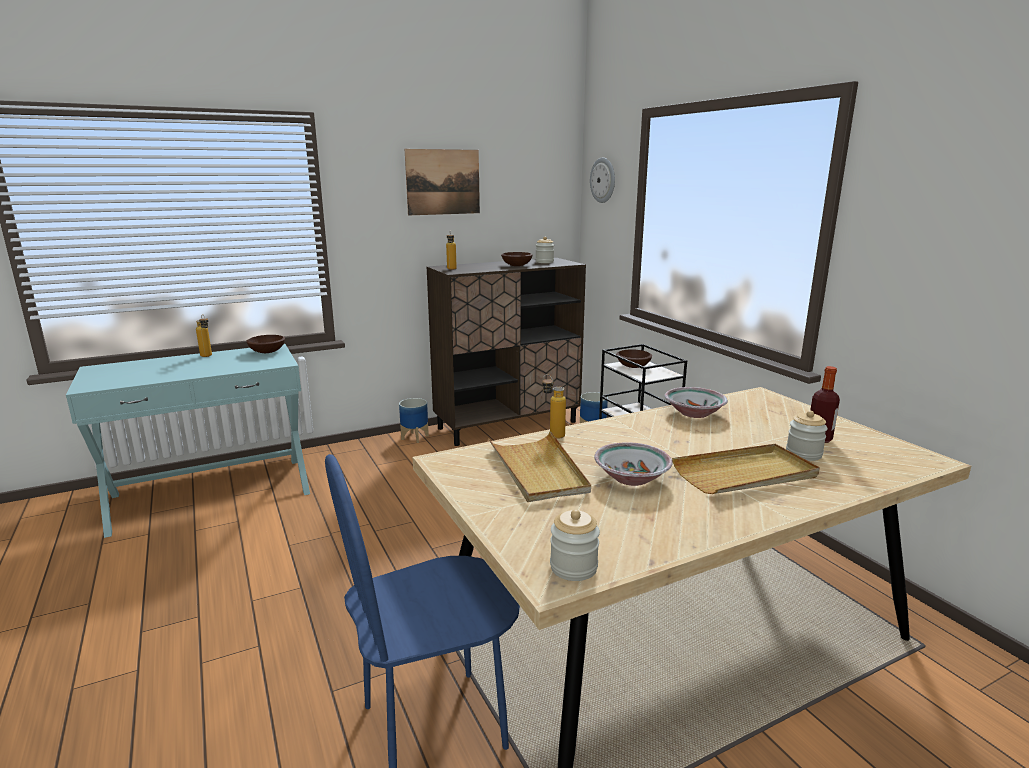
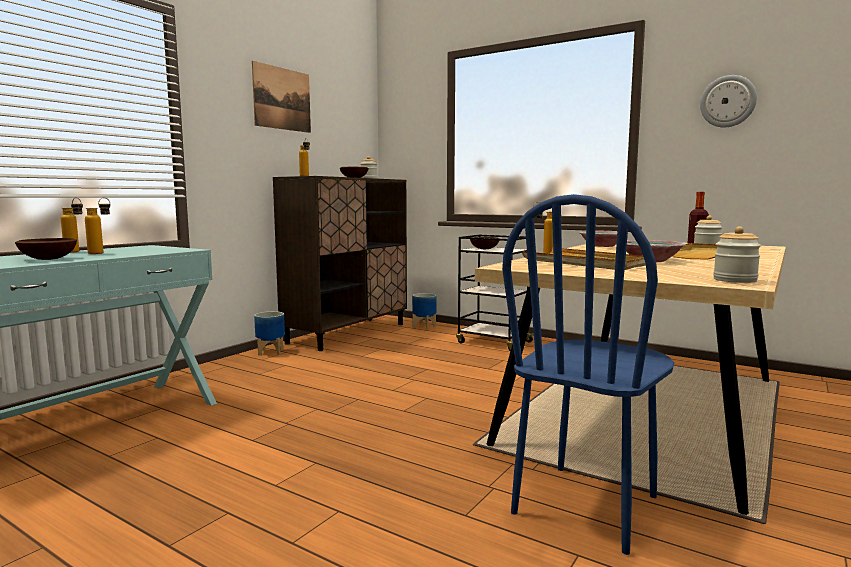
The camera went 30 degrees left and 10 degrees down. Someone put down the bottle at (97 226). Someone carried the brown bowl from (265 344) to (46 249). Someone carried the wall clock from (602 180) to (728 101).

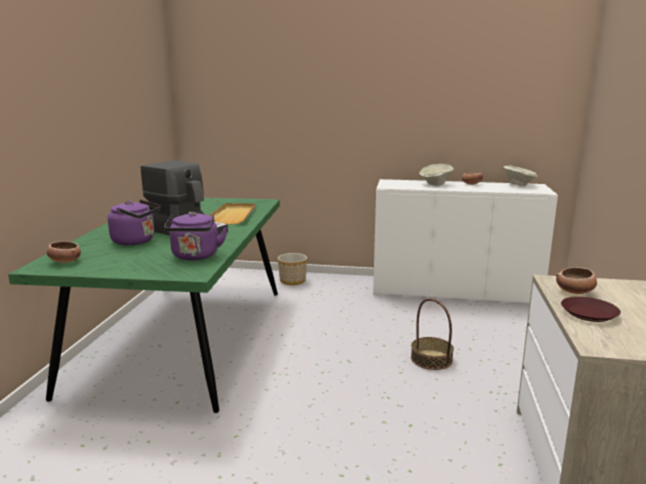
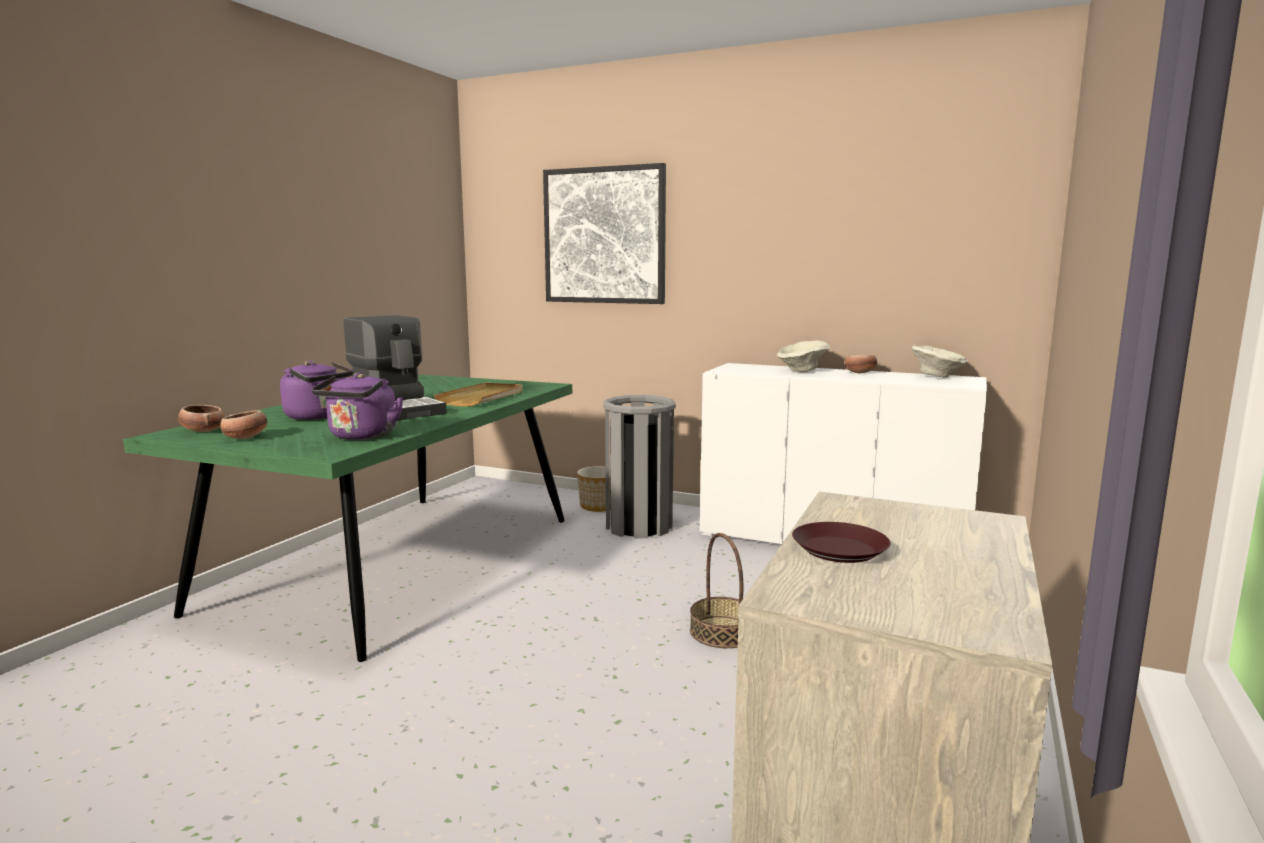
The camera went 15 degrees right and 5 degrees down. Someone put up the picture at (604 233). Someone put down the grey trash can at (639 466). Someone carried the bowl from (576 280) to (244 424).

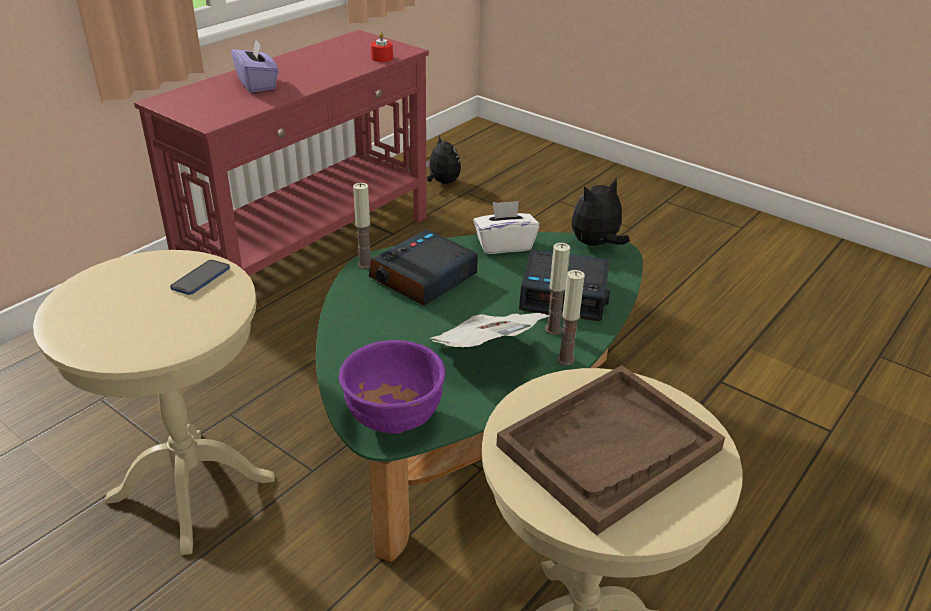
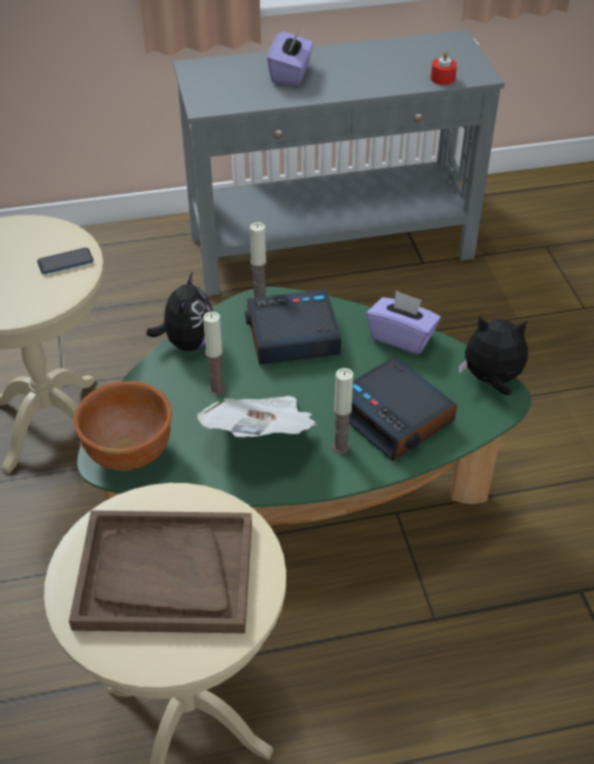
The camera went 40 degrees right and 10 degrees up. Someone carried the plush toy from (443 159) to (180 311). Someone carried the candle from (571 317) to (214 354). Someone repainted the red console table at (281 153), which became the grey console table at (339 163). Someone repainted the purple bowl at (392 387), which became the brown bowl at (122 426). Someone repainted the white tissue box at (506 227), which became the purple tissue box at (403 322).

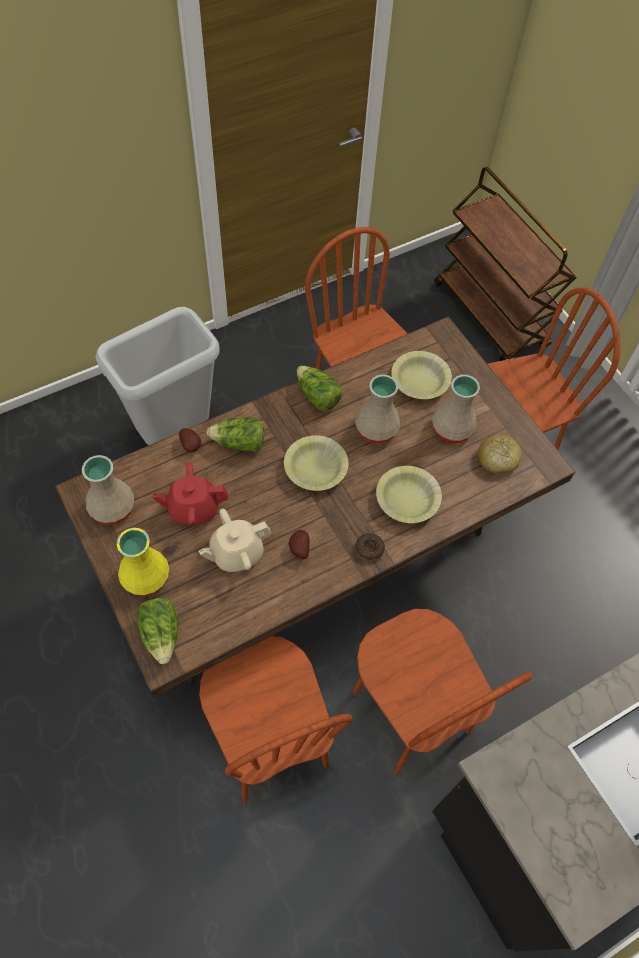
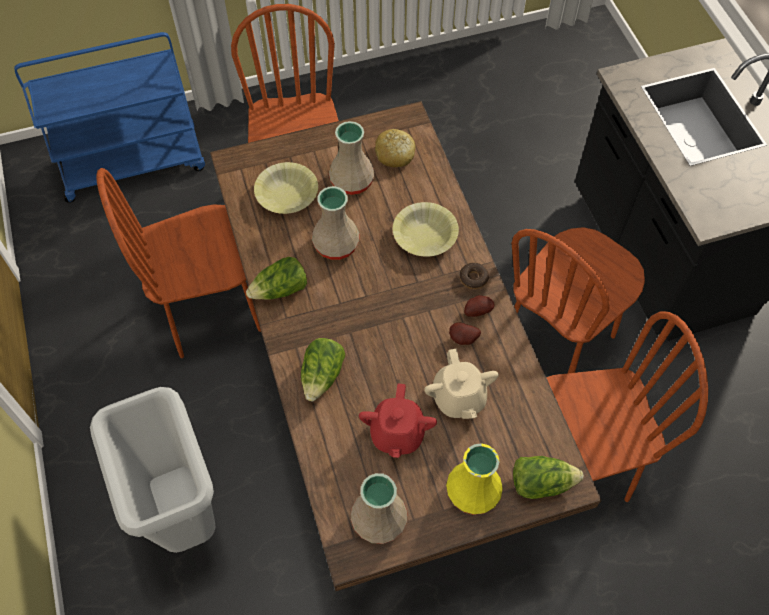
The camera went 75 degrees left and 0 degrees up. Someone took away the yellow bowl at (316 463). Someone carried the potato from (190 440) to (479 306). Someone repainted the brown cart at (505 264), which became the blue cart at (109 117). Someone rotated the brown chair at (442 692) by 150 degrees clockwise.

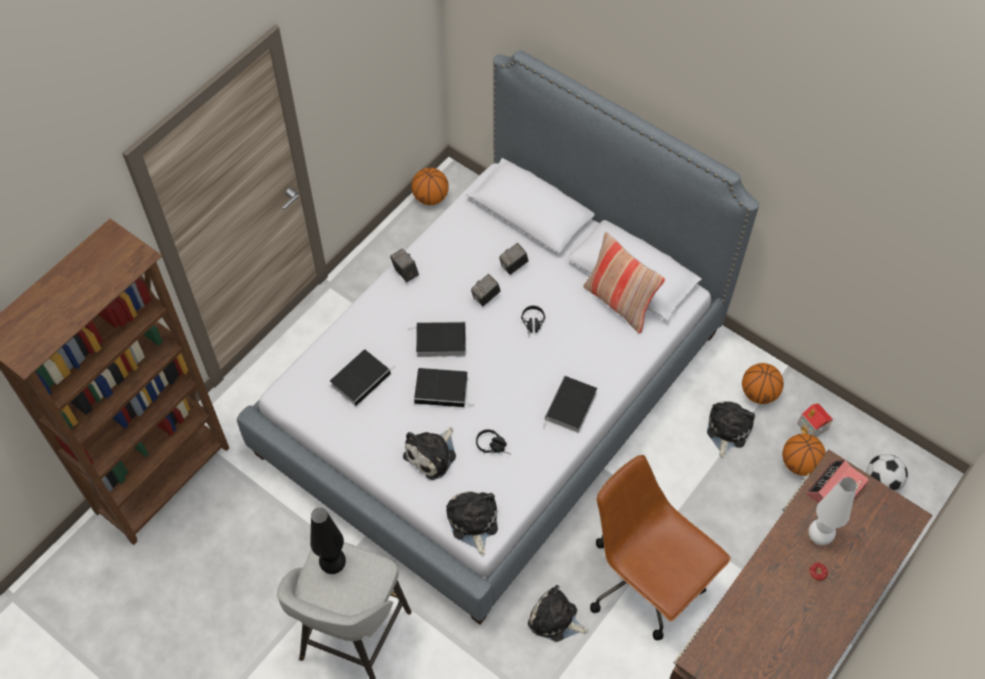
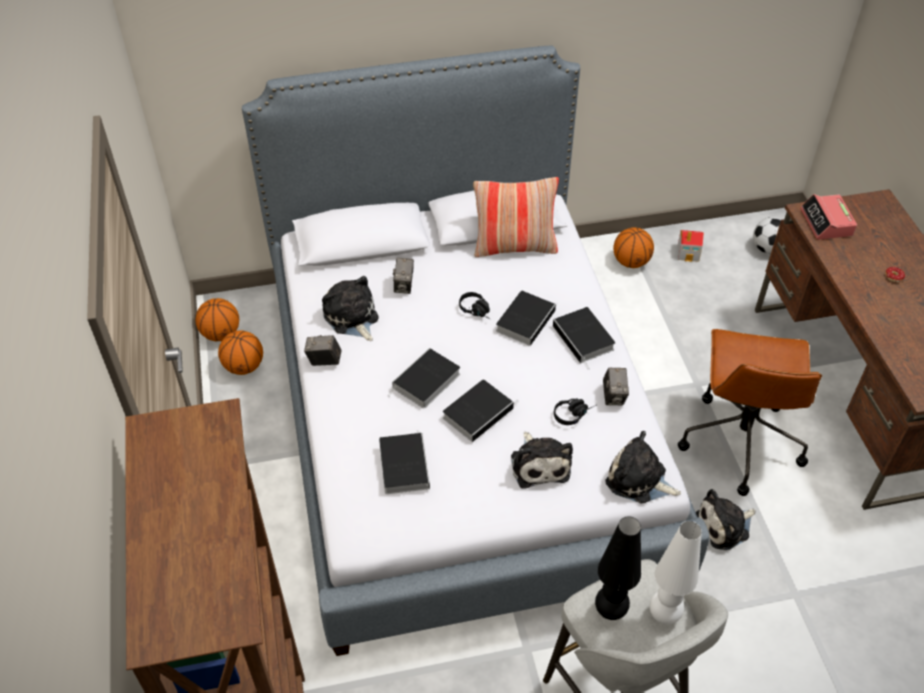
The camera went 50 degrees left and 10 degrees down. Someone put down the book at (527 318). Someone carried the photo camera from (485 290) to (616 386). Someone carried the plush toy from (731 429) to (350 308). Someone carried the basketball from (804 454) to (240 352). Someone carried the white table lamp from (832 511) to (675 572). Someone rotated the brown office chair at (660 547) by 75 degrees counterclockwise.

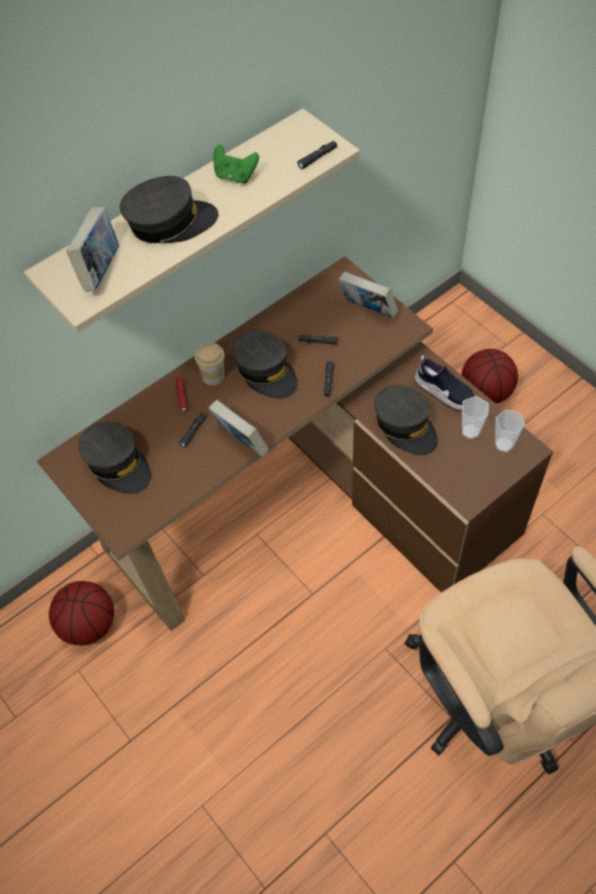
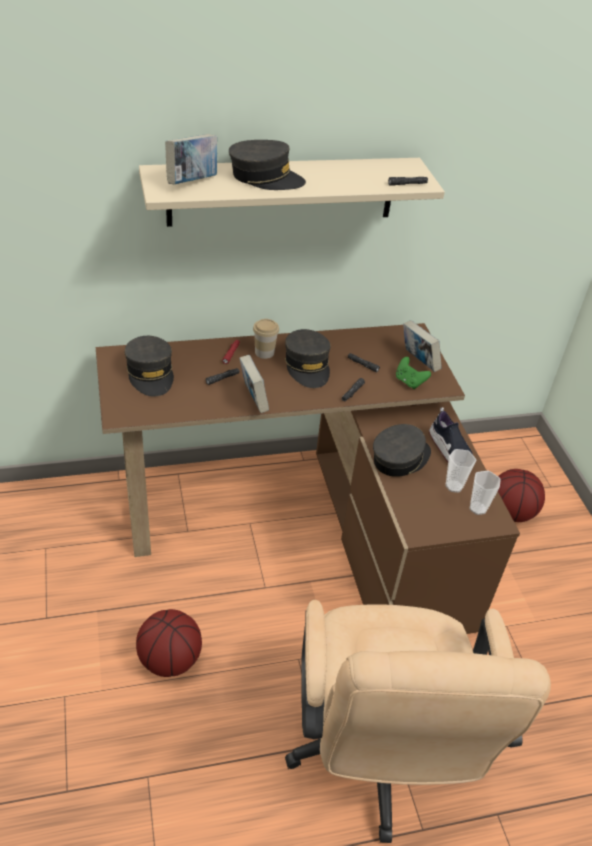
The camera went 20 degrees right and 15 degrees down. Someone carried the basketball from (81 613) to (169 643). Someone carried the green game controller from (236 164) to (413 373). Someone rotated the grey cap at (406 420) by 120 degrees counterclockwise.

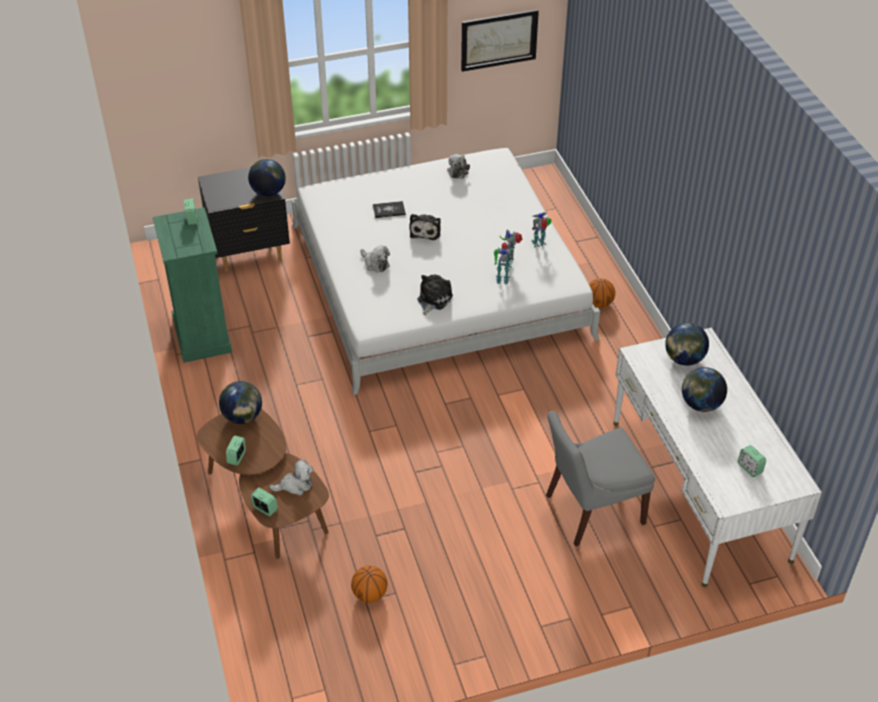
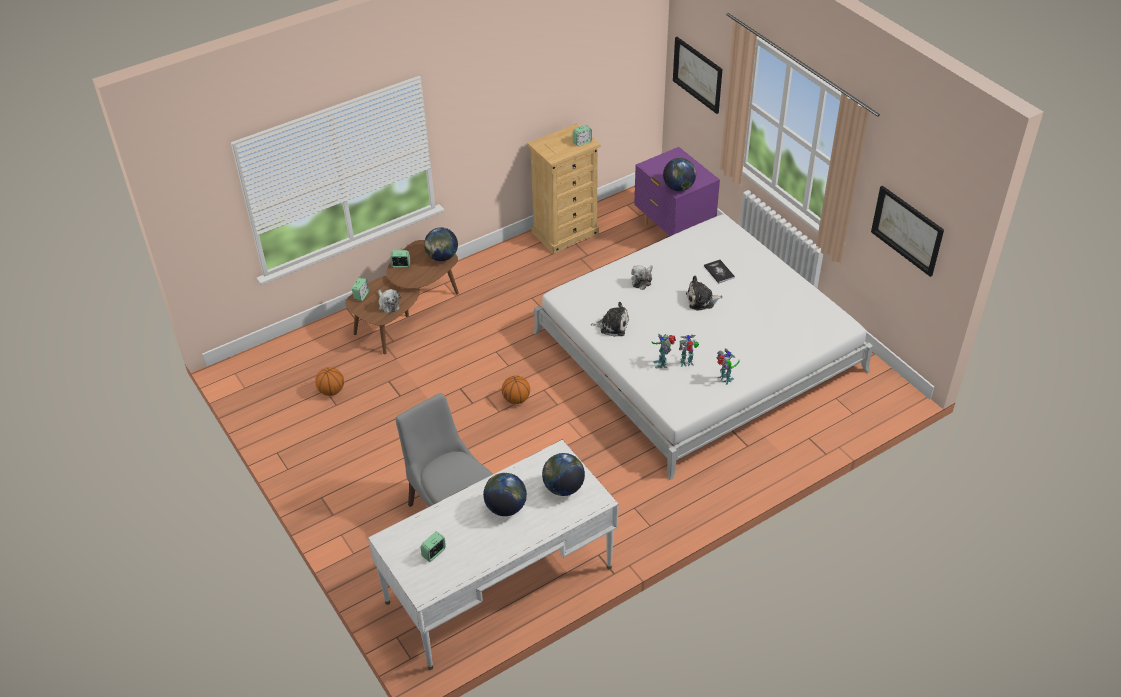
The camera went 75 degrees right and 0 degrees up. Someone took away the plush toy at (458 166). Someone put up the picture at (697 75). Someone carried the basketball from (602 293) to (516 389). Someone repainted the green dresser at (192 285), which became the beige dresser at (564 189). Someone repainted the black nightstand at (244 219), which became the purple nightstand at (677 191).

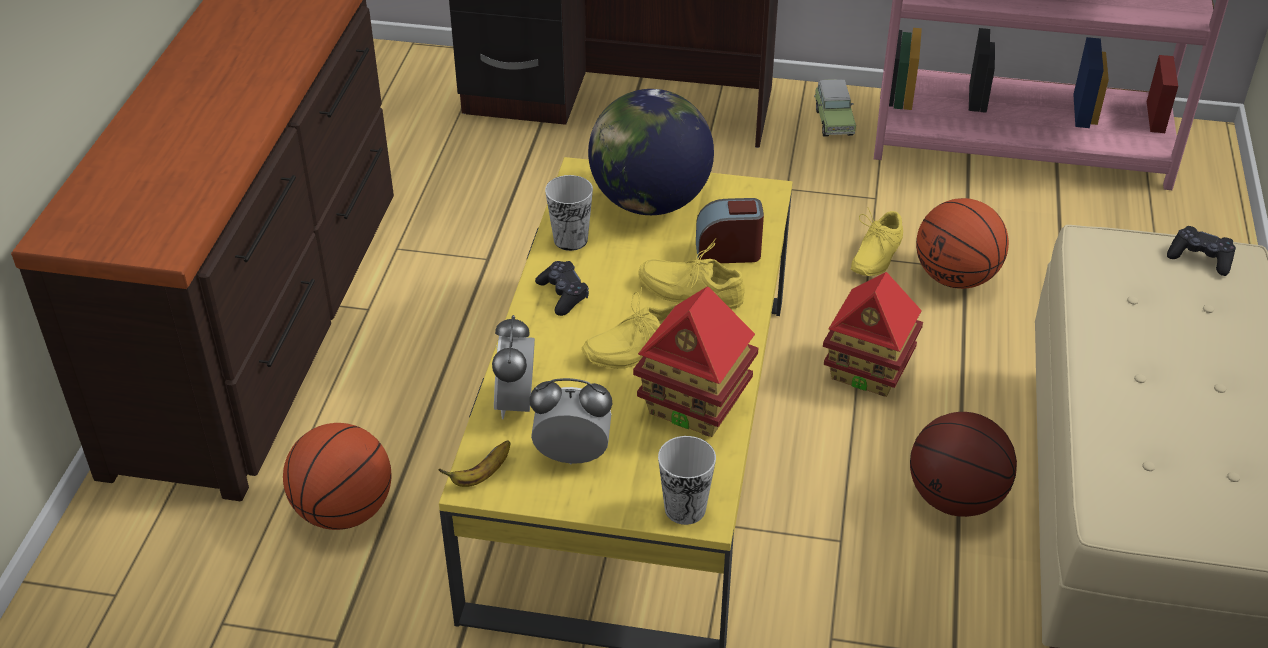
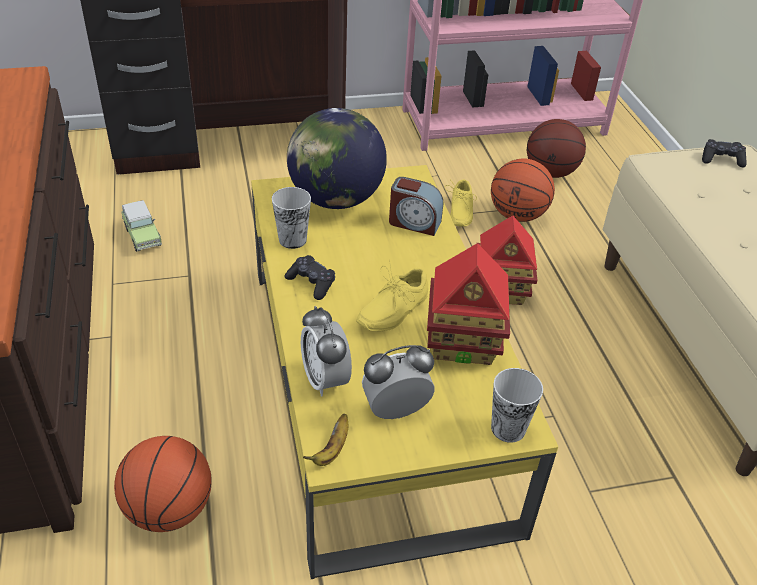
The camera went 25 degrees left and 0 degrees up. Someone took away the yellow shoe at (691 274). Someone carried the toy car from (835 108) to (142 226). Someone carried the basketball from (963 464) to (556 148). Someone rotated the alarm clock at (730 230) by 135 degrees counterclockwise.

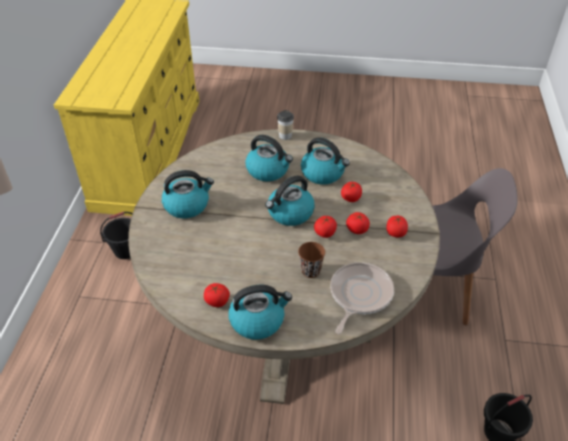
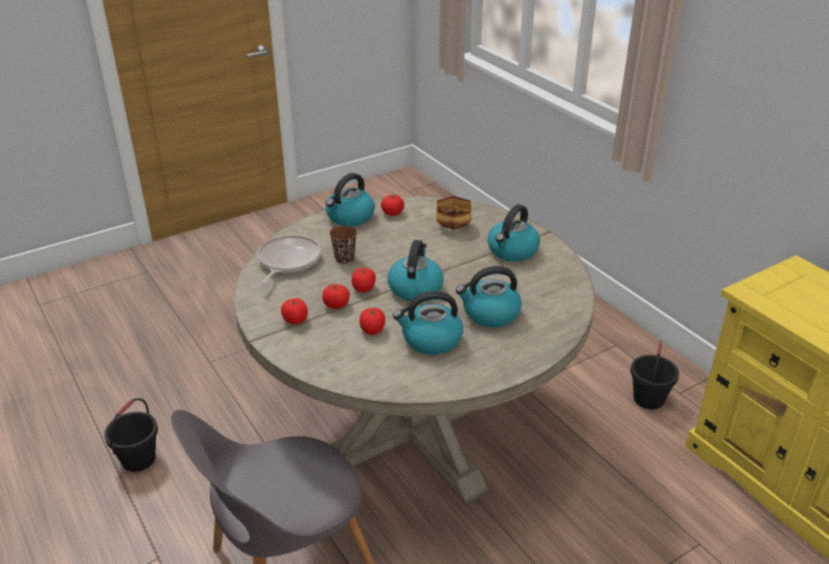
The camera went 140 degrees right and 10 degrees down. Someone took away the cup at (285 125). Someone put down the bowl at (454 213). Someone rotated the frying pan at (362 298) by 150 degrees counterclockwise.

